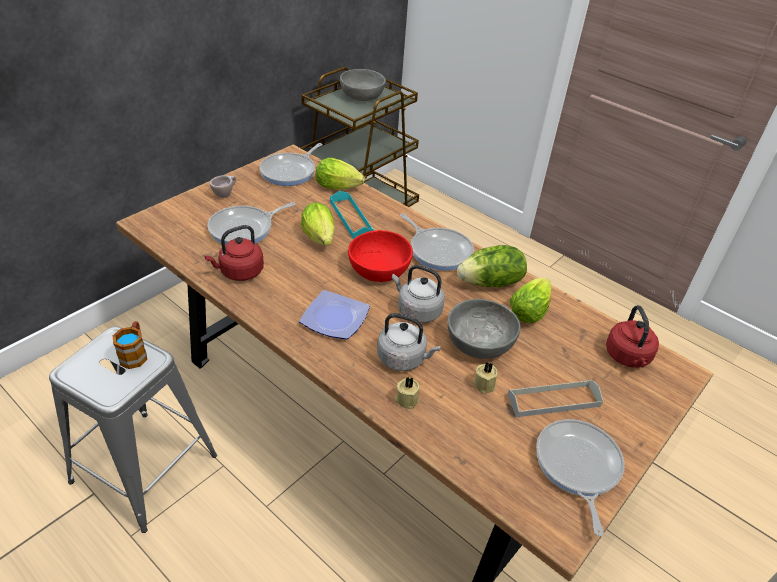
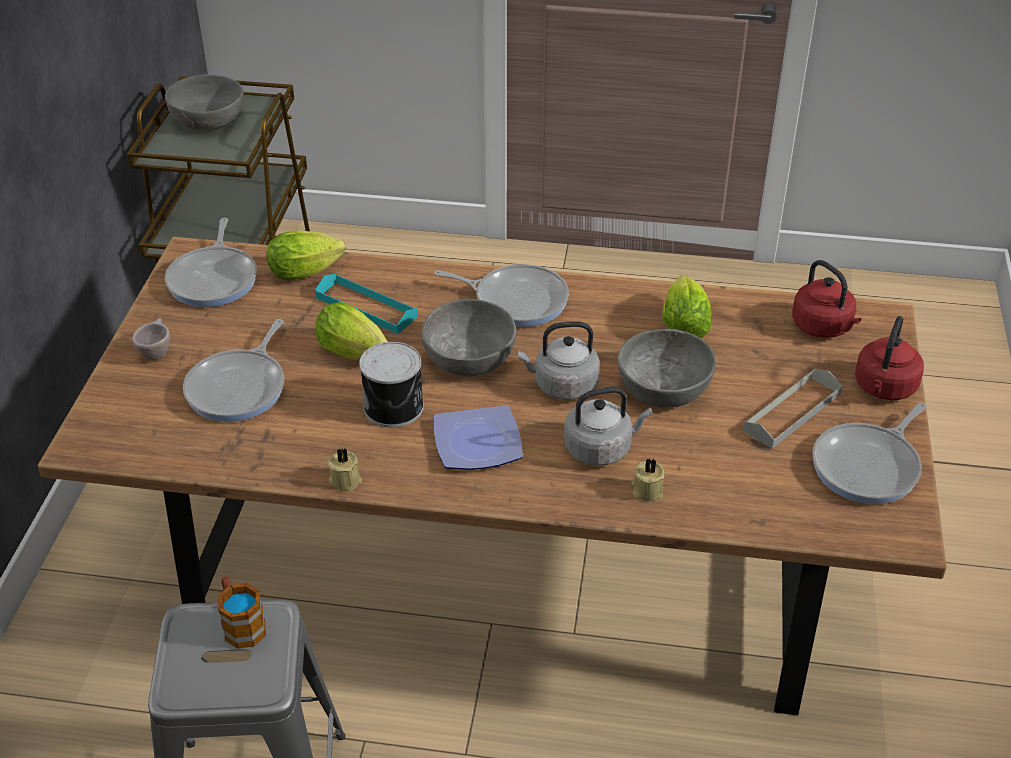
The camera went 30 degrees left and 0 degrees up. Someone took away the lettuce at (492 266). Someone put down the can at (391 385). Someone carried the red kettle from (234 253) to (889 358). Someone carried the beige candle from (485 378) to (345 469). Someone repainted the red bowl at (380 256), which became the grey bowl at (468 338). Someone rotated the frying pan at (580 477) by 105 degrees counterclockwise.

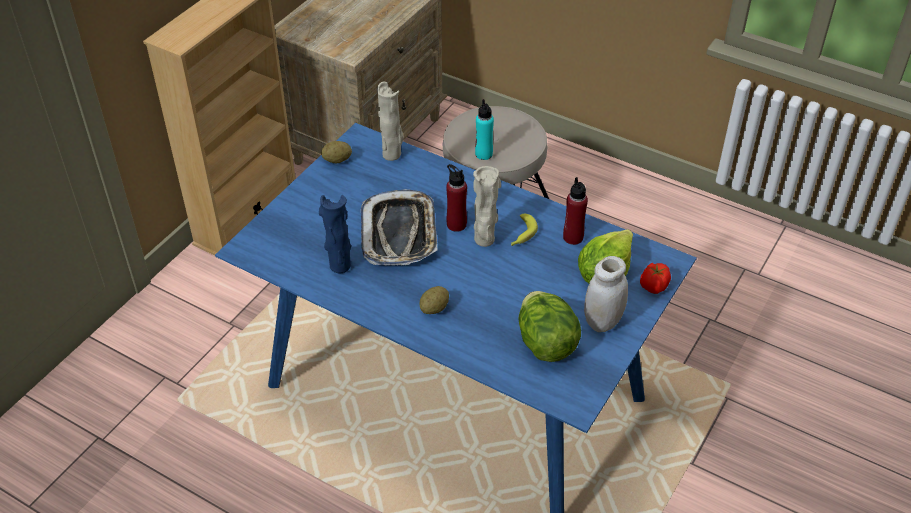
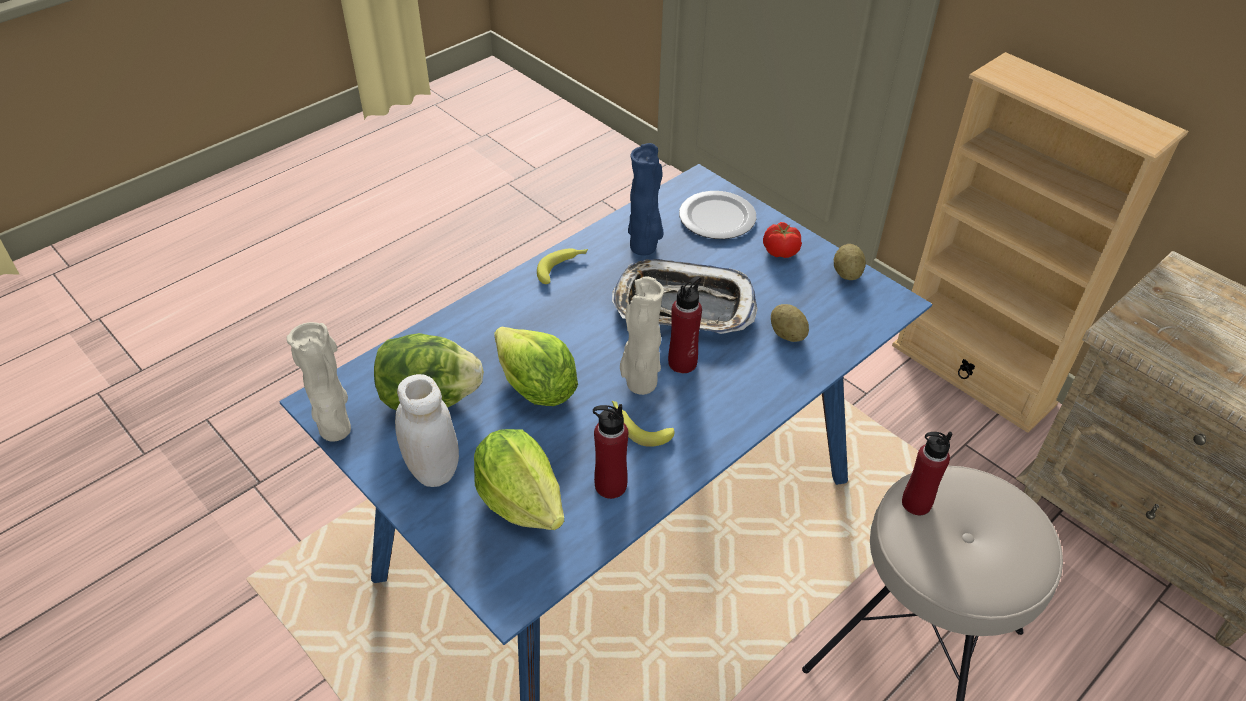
The camera went 105 degrees right and 0 degrees up. Someone put down the lettuce at (536 366). Someone put down the banana at (562 266). Someone put down the plate at (718 215). Someone carried the beige vase from (390 121) to (319 382). Someone carried the potato from (434 300) to (790 323). Someone carried the tomato from (655 278) to (782 240). Someone repainted the turquoise bottle at (484 129), which became the red bottle at (927 473).

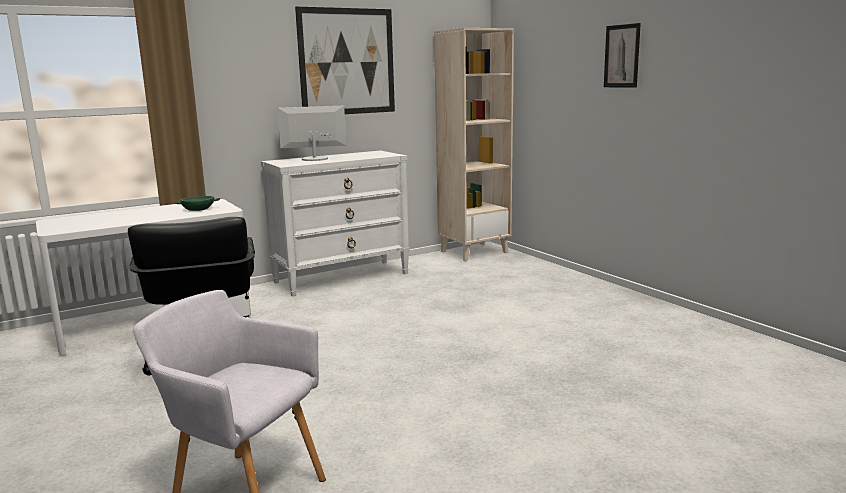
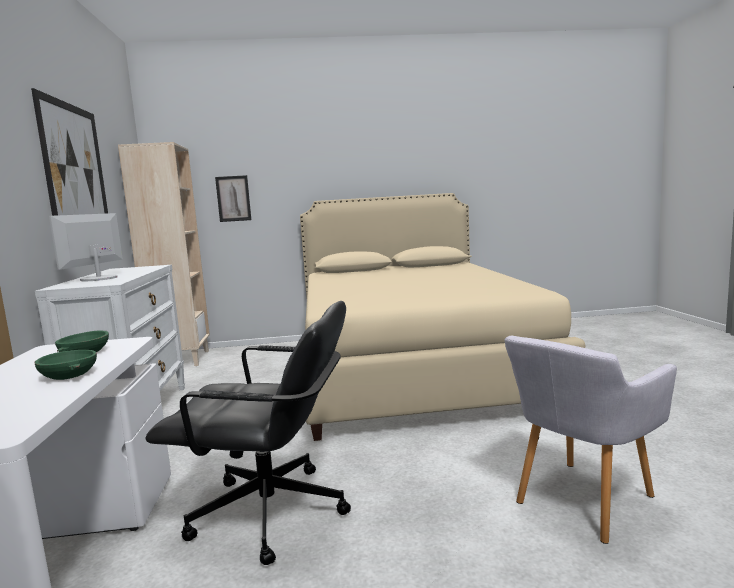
The camera went 65 degrees left and 5 degrees down. Someone put down the green bowl at (65 365). Someone put down the beige bed at (442 317). Someone carried the picture from (622 55) to (233 198).

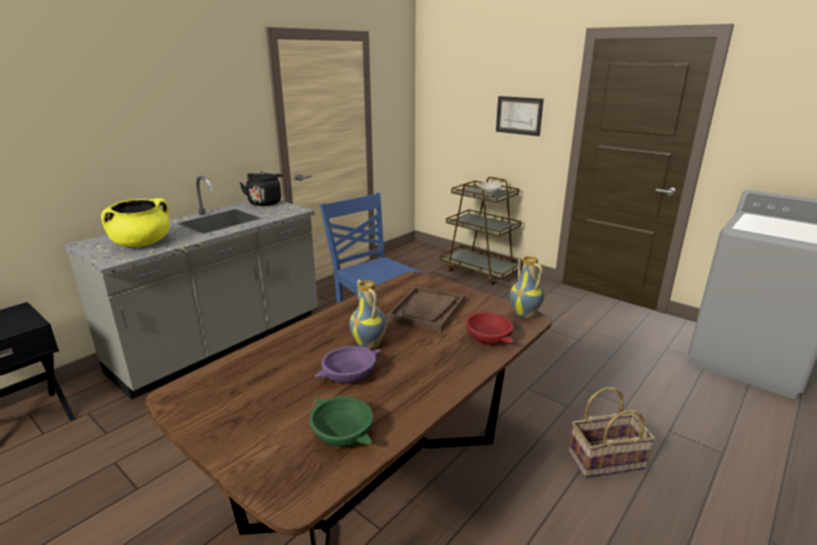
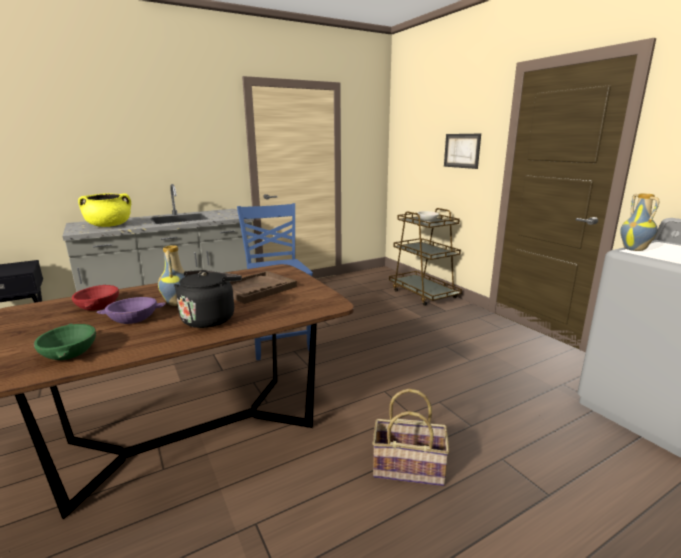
The camera went 20 degrees right and 5 degrees down. Someone carried the black kettle from (261 189) to (208 299). Someone carried the red bowl from (489 328) to (95 298). Someone carried the vase from (527 287) to (639 222).

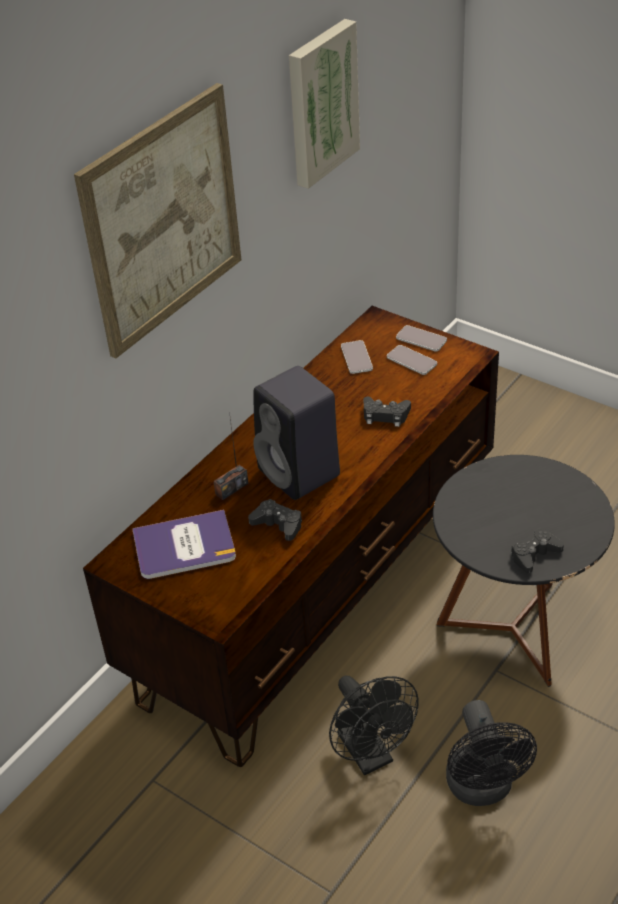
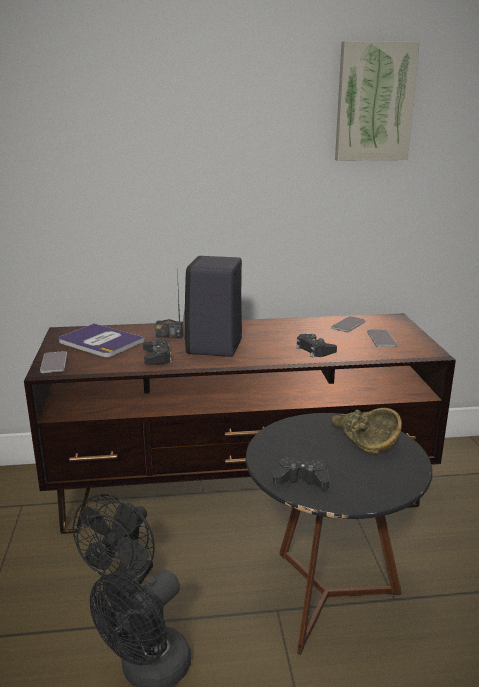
The camera went 45 degrees right and 20 degrees down. Someone took away the picture at (157 220). Someone put down the brown bowl at (366 431). Someone carried the phone from (421 338) to (53 362).

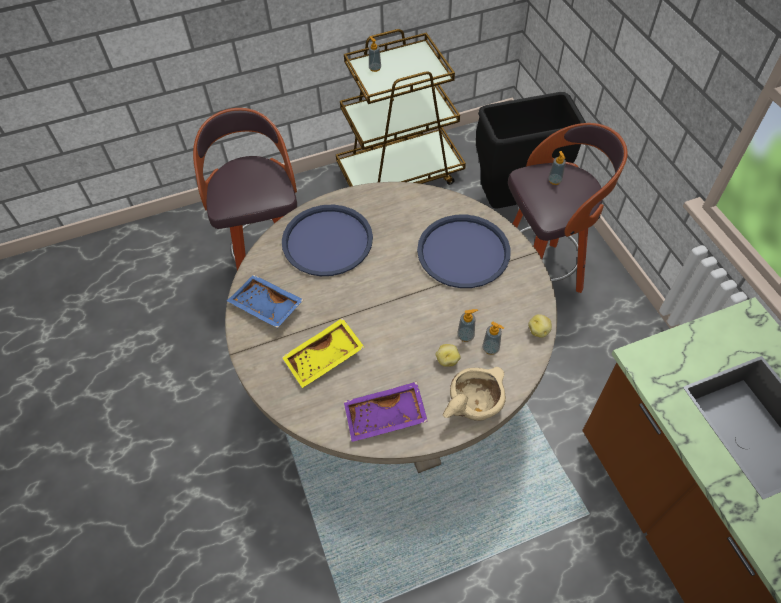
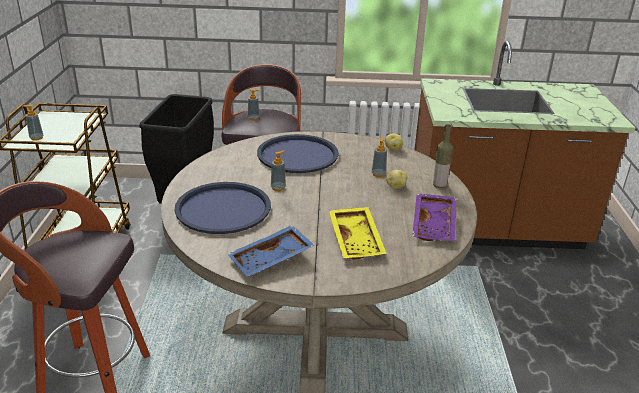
The camera went 70 degrees left and 25 degrees down. Someone carried the soap dispenser from (493 338) to (278 170). Someone swapped the beige bowl at (474 394) for the bottle at (443 156).

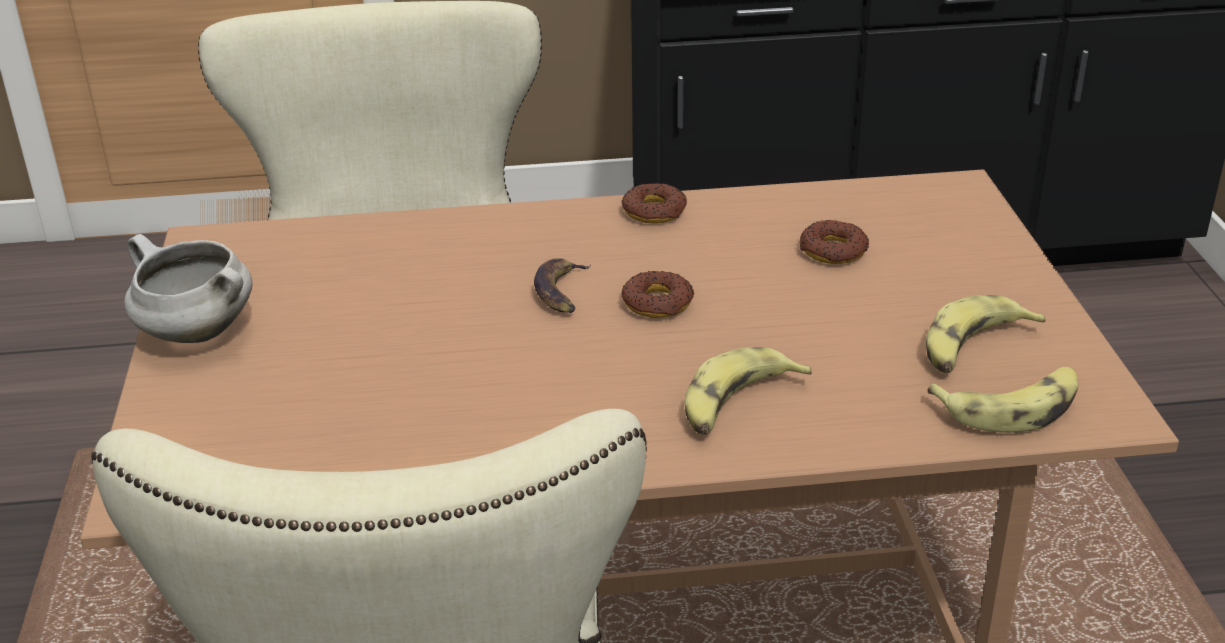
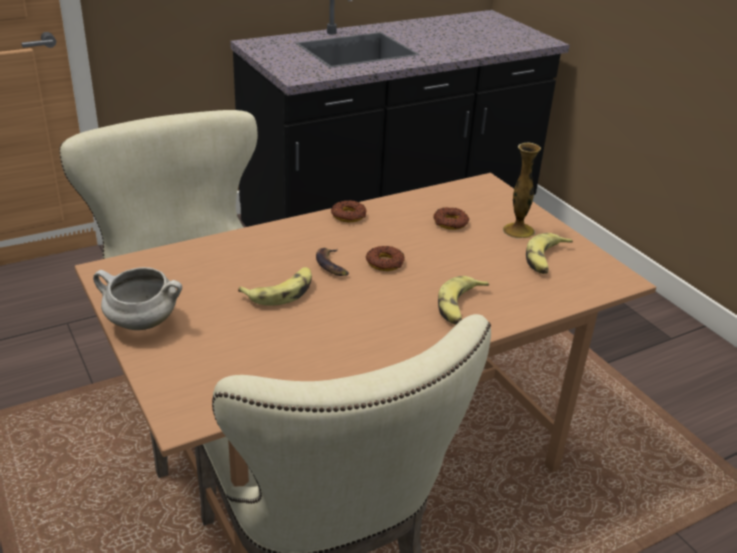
The camera went 25 degrees left and 0 degrees up. Someone put down the vase at (522 191). Someone carried the banana from (1002 400) to (275 286).

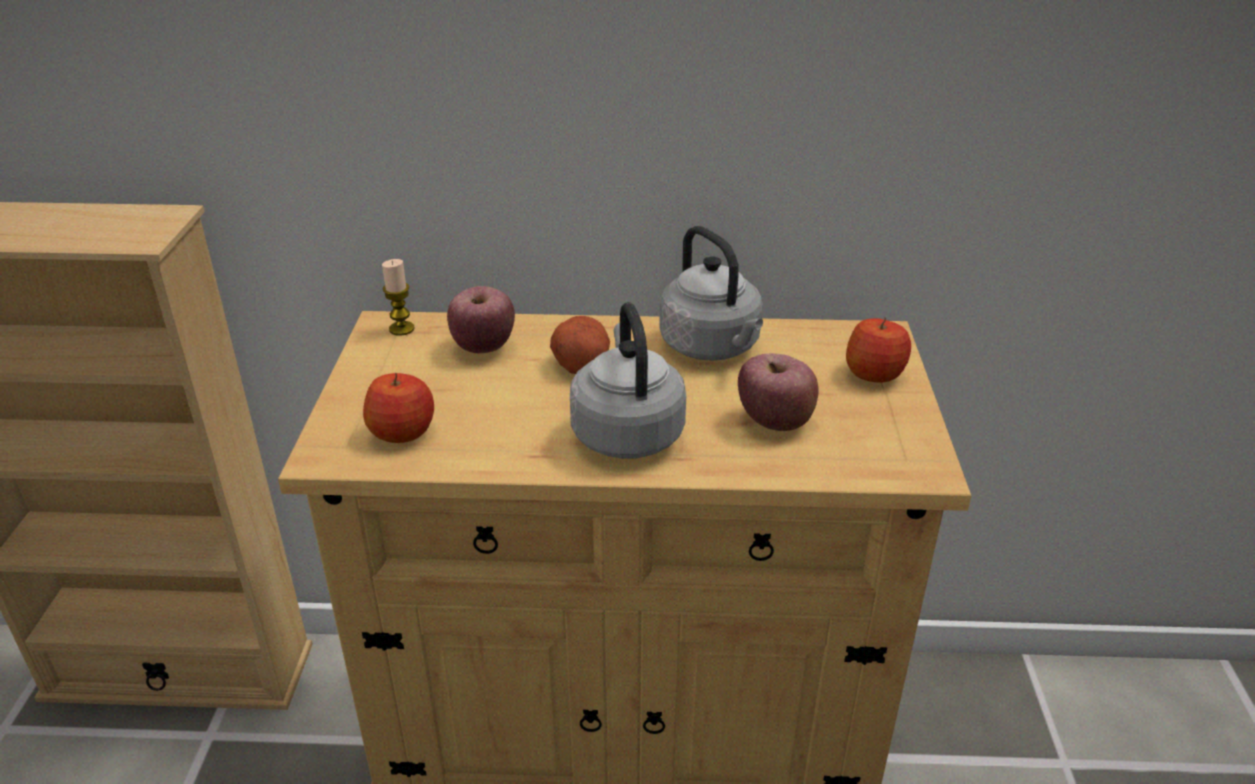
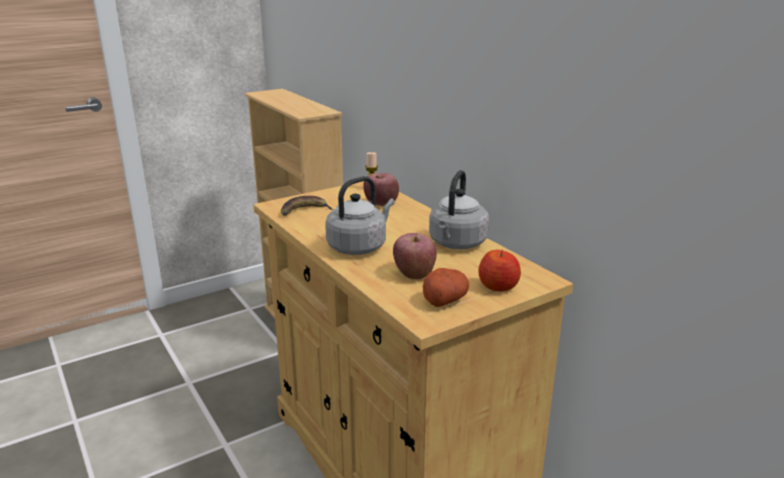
The camera went 55 degrees right and 10 degrees down. Someone carried the potato from (580 345) to (446 287). Someone swapped the apple at (398 408) for the banana at (307 206).

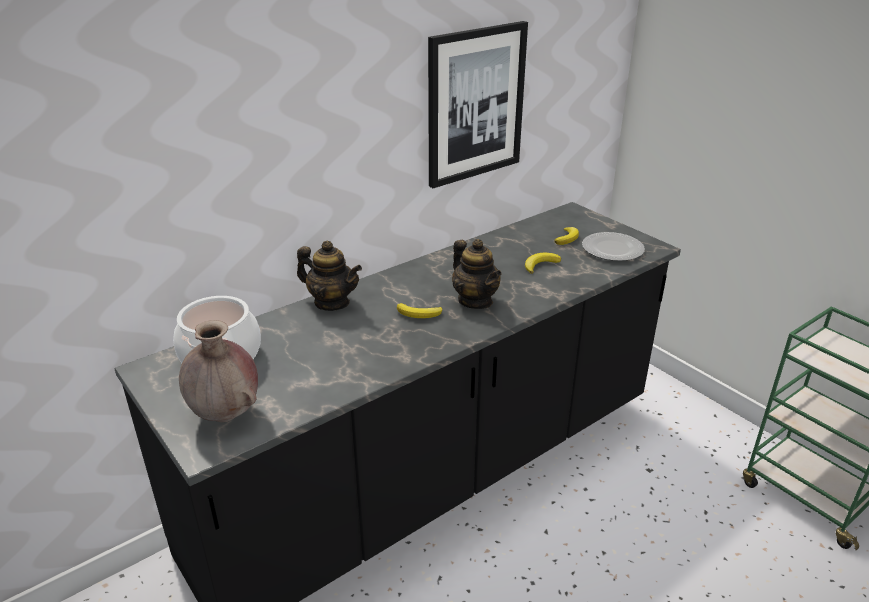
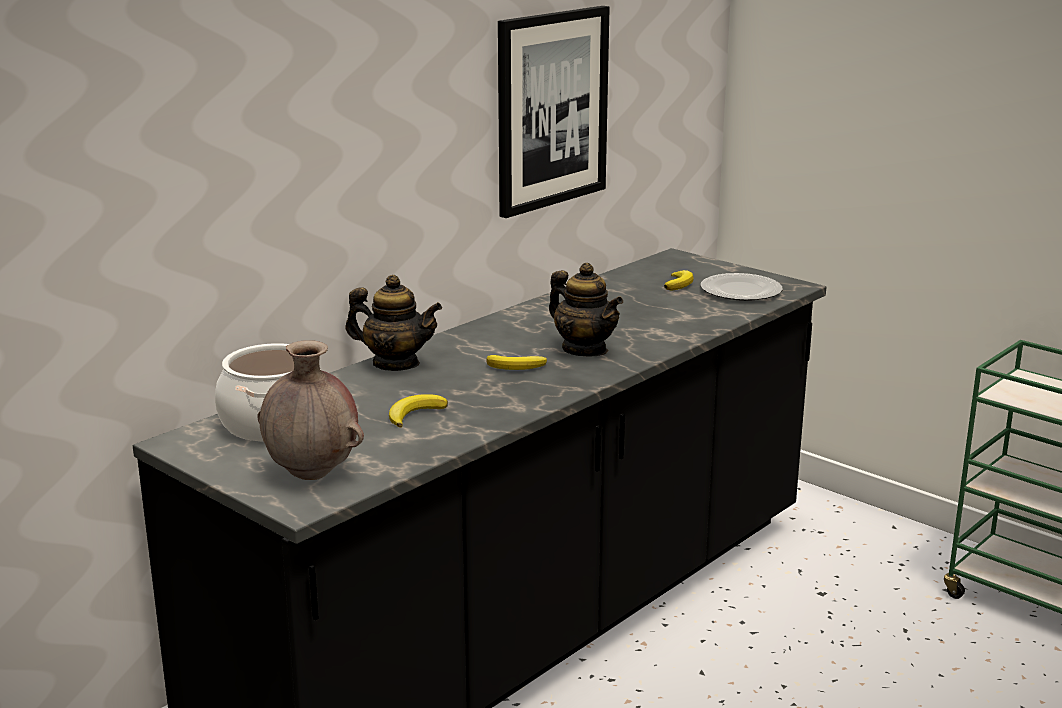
The camera went 10 degrees left and 10 degrees down. Someone carried the banana from (543 263) to (418 411).

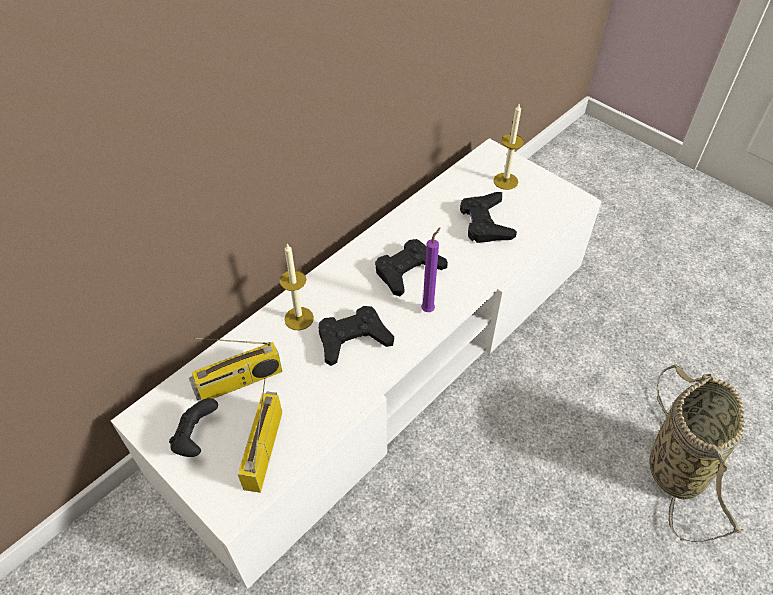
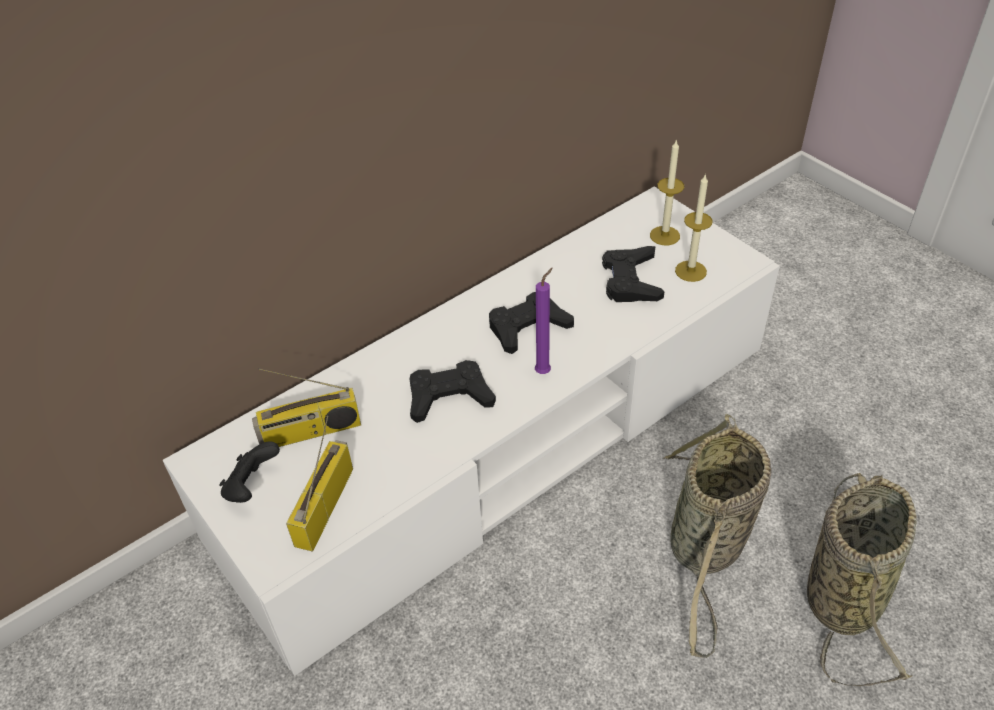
The camera went 10 degrees right and 5 degrees down. Someone put down the basket at (717 536). Someone carried the candle from (297 287) to (694 228).

